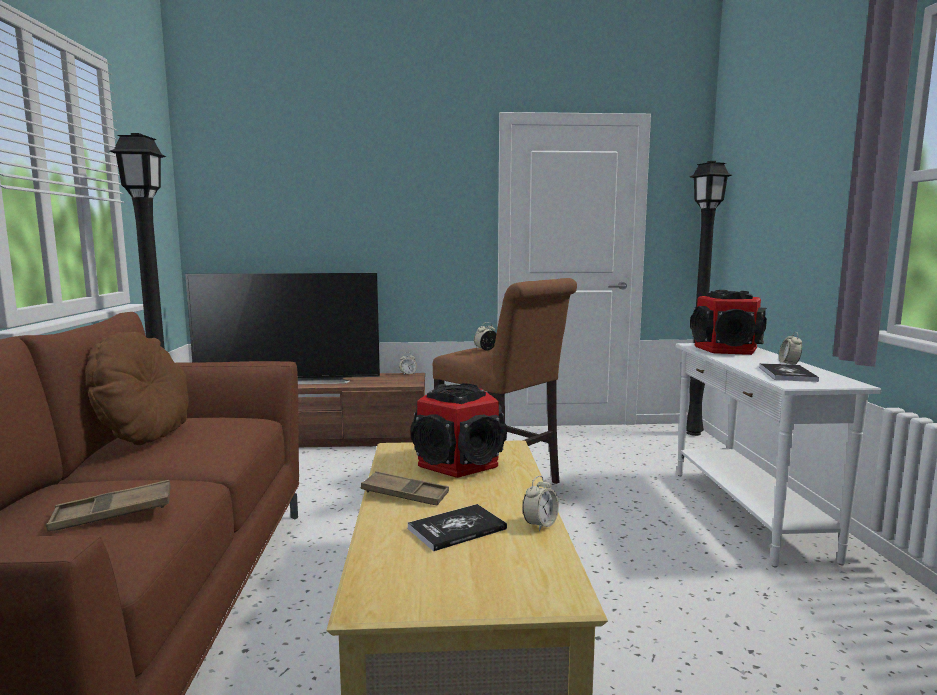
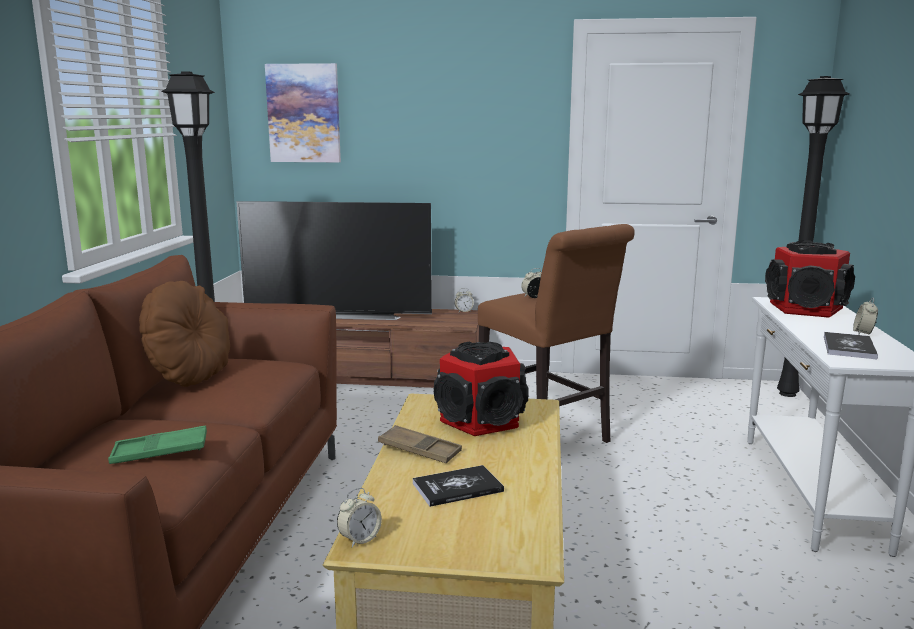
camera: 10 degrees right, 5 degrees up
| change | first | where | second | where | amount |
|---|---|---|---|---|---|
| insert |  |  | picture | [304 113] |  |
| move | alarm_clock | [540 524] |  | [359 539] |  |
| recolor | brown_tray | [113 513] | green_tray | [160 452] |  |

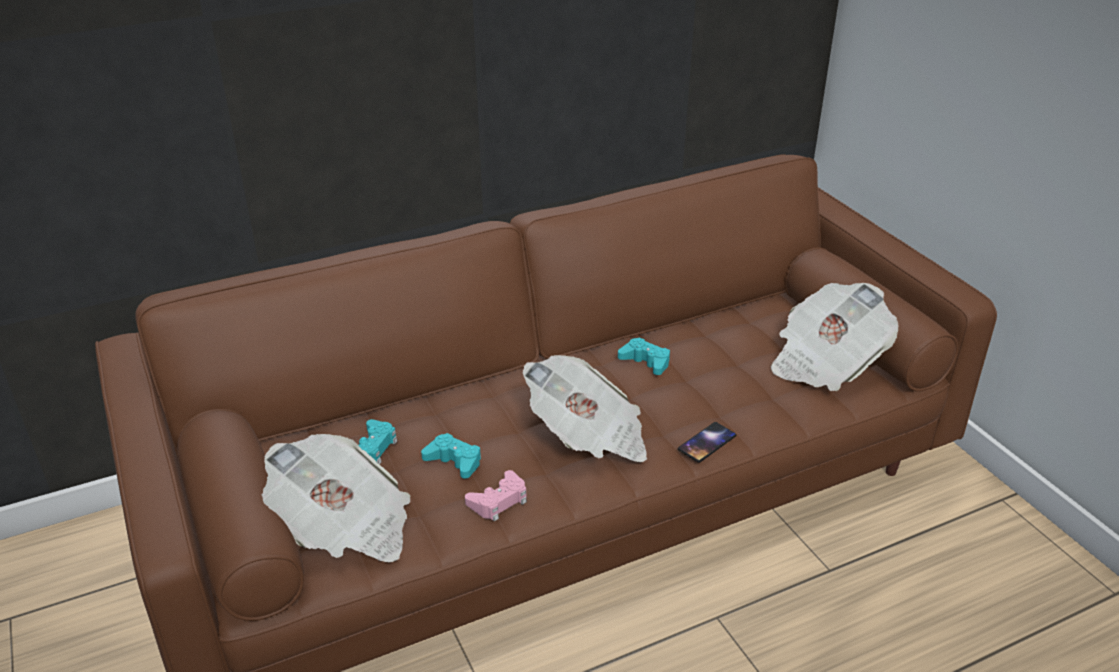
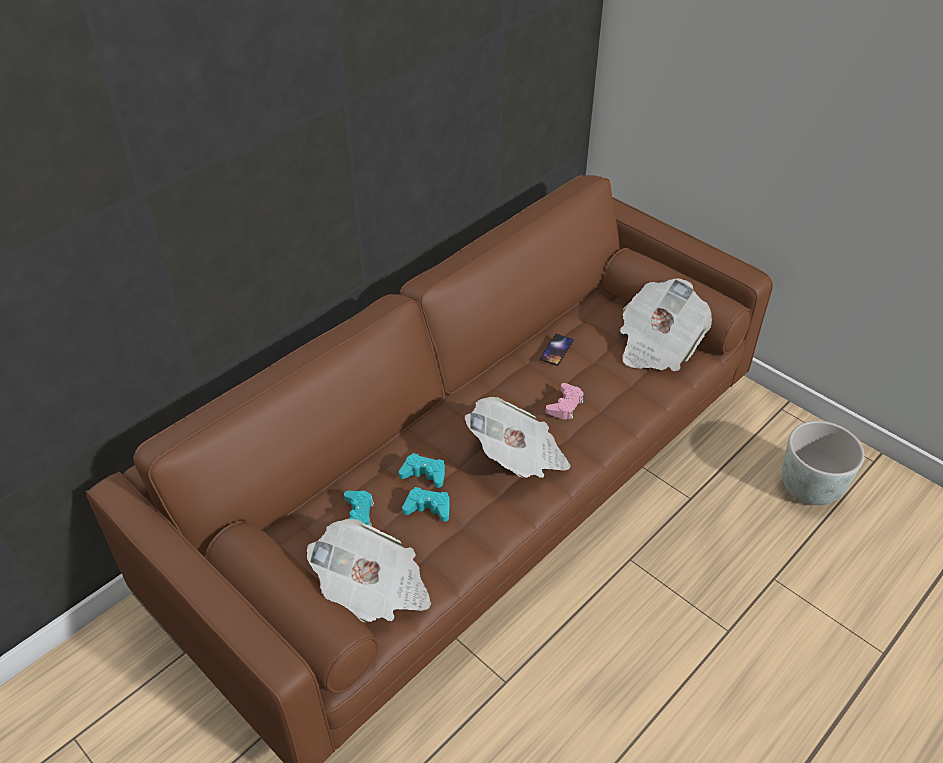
camera: 20 degrees left, 10 degrees up
| change | first | where | second | where | amount |
|---|---|---|---|---|---|
| insert |  |  | grey_planter | [810 488] |  |
| move | pink_game_controller | [499 501] |  | [565 405] |  |
| move | turquoise_game_controller | [645 361] |  | [424 474] |  |
| move | phone | [707 442] |  | [556 350] |  |

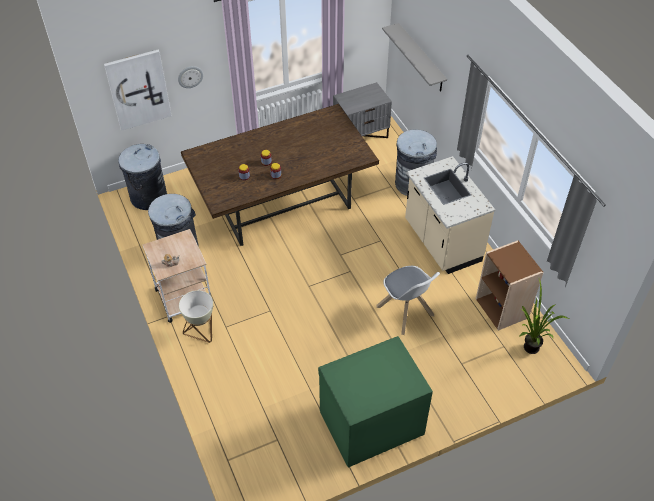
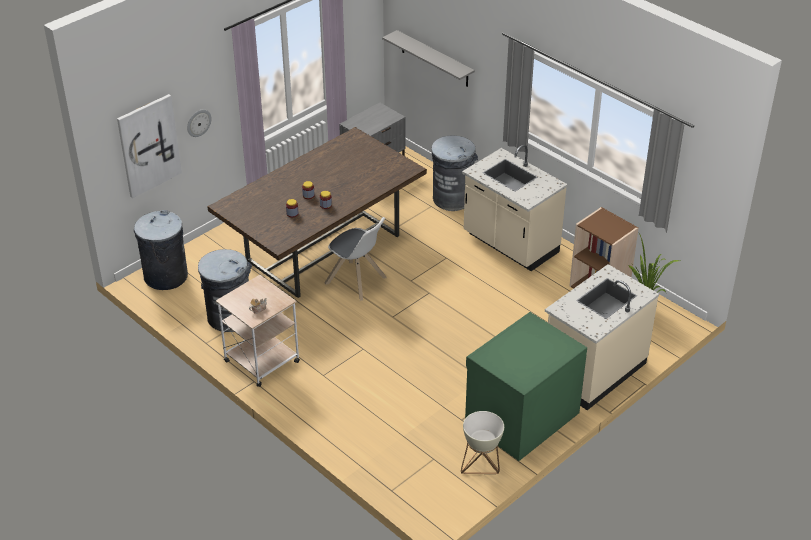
camera: 20 degrees left, 10 degrees down
| change | first | where | second | where | amount |
|---|---|---|---|---|---|
| insert |  |  | beige_counter | [593 371] |  |
| move | planter | [201 332] |  | [481 465] |  |
| move | chair | [406 312] |  | [357 281] |  |

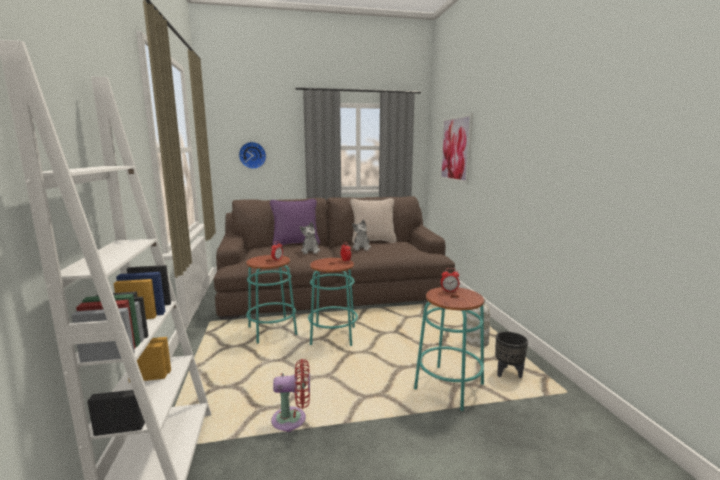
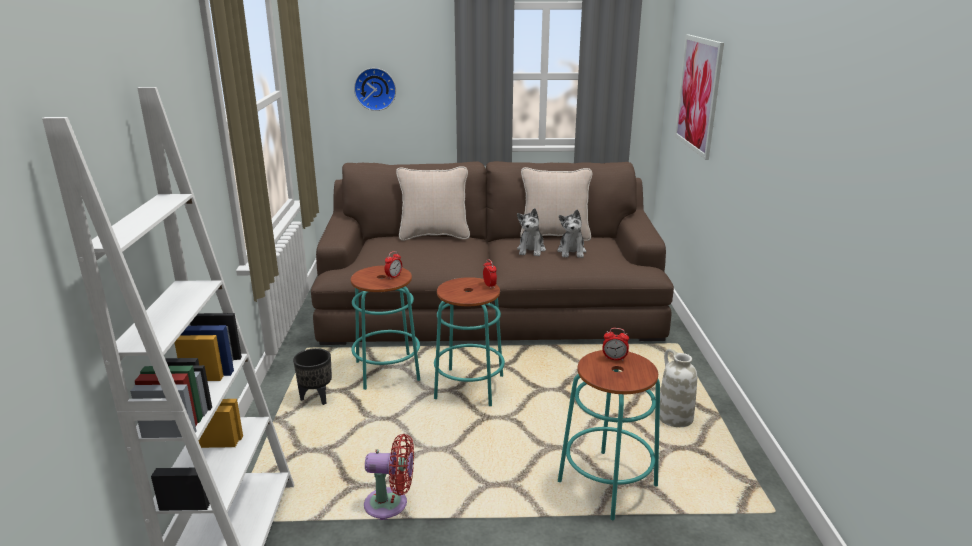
camera: 10 degrees right, 10 degrees up
| change | first | where | second | where | amount |
|---|---|---|---|---|---|
| move | plush_toy | [310 251] |  | [571 252] |  |
| move | black_planter | [508 374] |  | [316 399] |  |
| recolor | purple_pillow | [295 244] | beige_pillow | [434 235] |  |

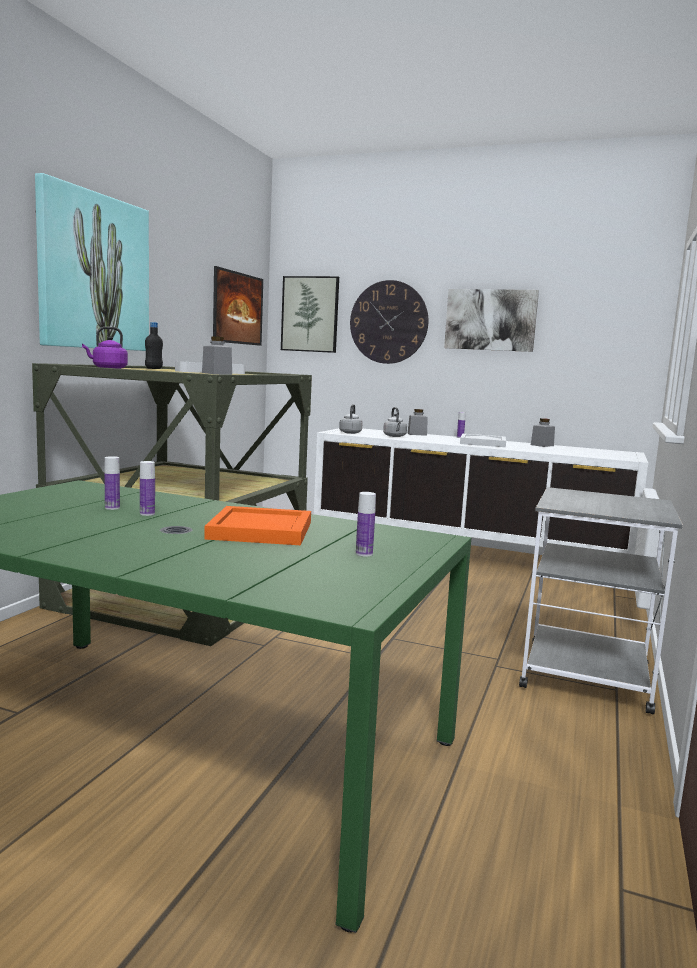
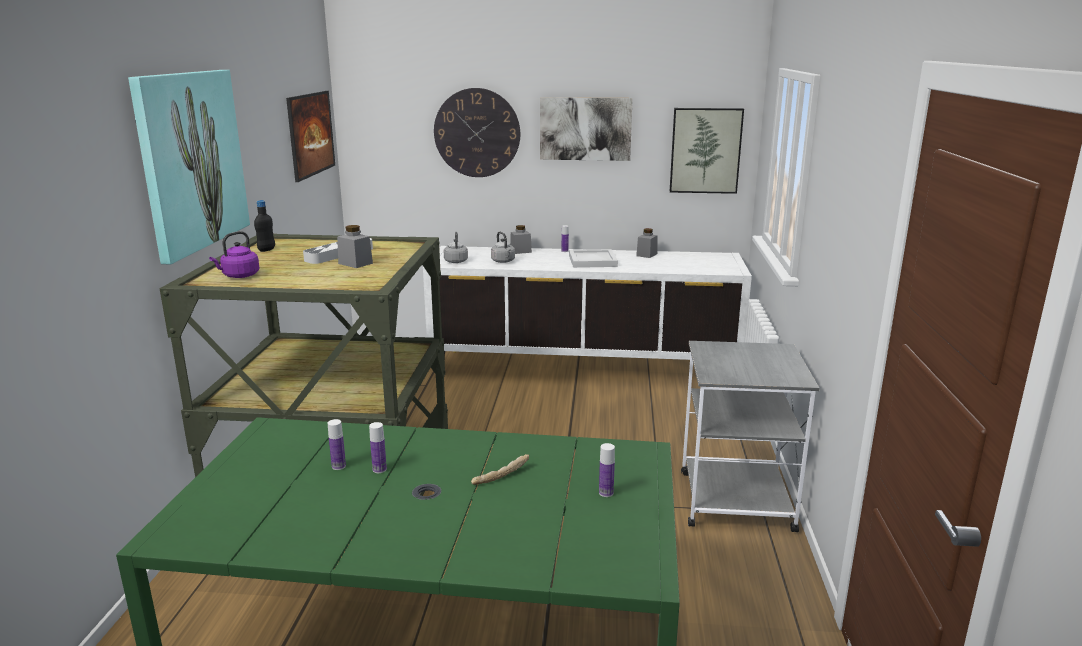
camera: 15 degrees left, 10 degrees up
| change | first | where | second | where | amount |
|---|---|---|---|---|---|
| move | picture | [310 314] |  | [705 150] |  |
| replace | orange_tray | [262 531] | bread | [500 475] |  |

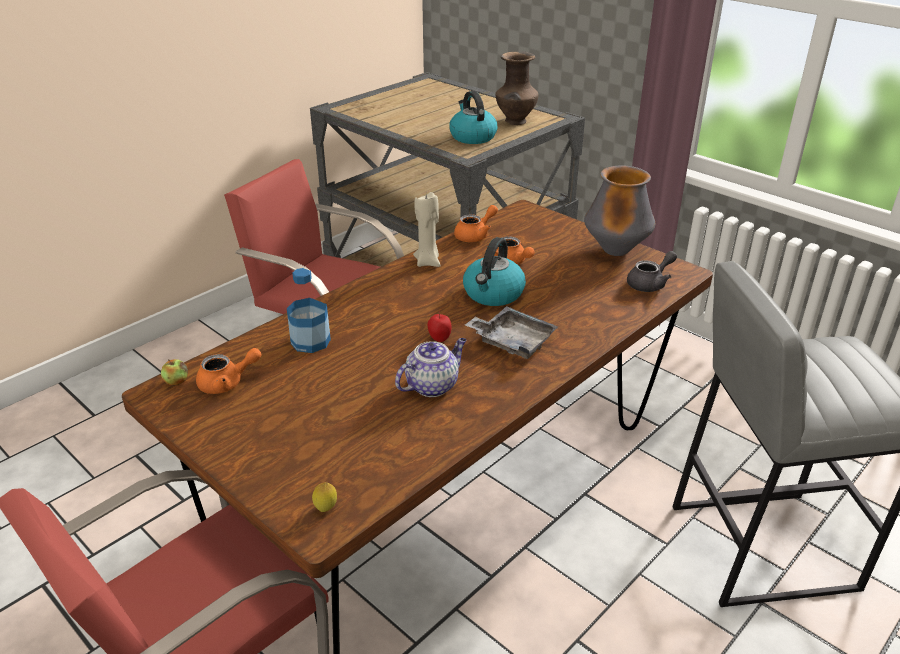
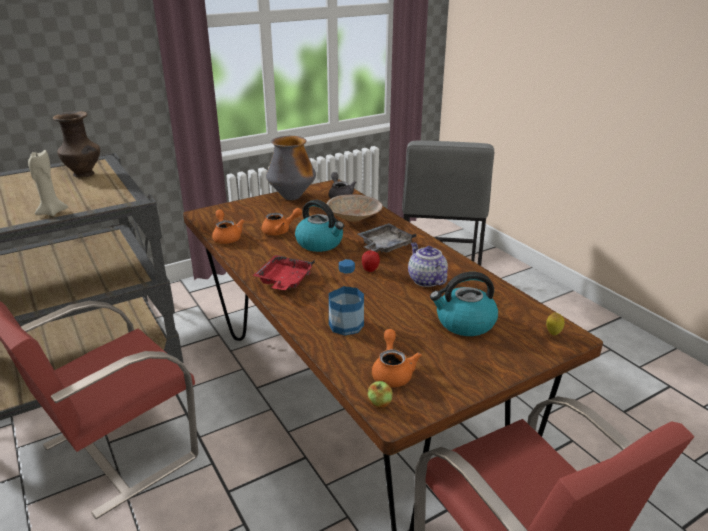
camera: 75 degrees left, 5 degrees down
| change | first | where | second | where | amount |
|---|---|---|---|---|---|
| insert |  |  | red_tray | [284 281] |  |
| insert |  |  | beige_bowl | [354 219] |  |
| move | beige_candle | [428 262] |  | [51 212] |  |
| move | kettle | [472 137] |  | [464 323] |  |

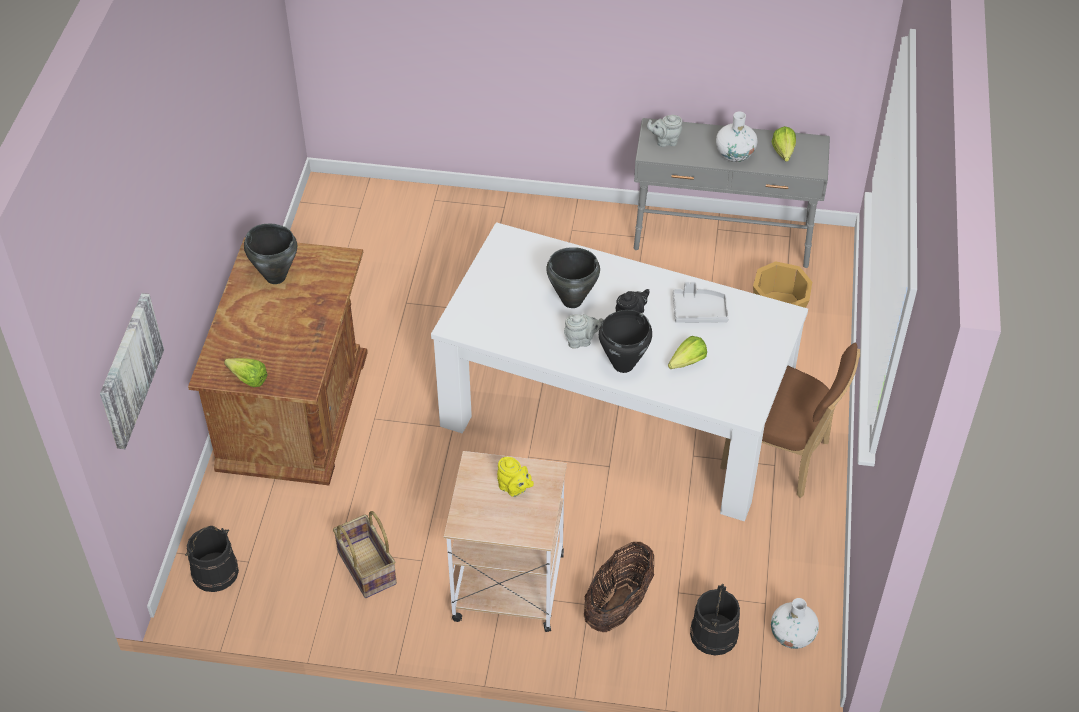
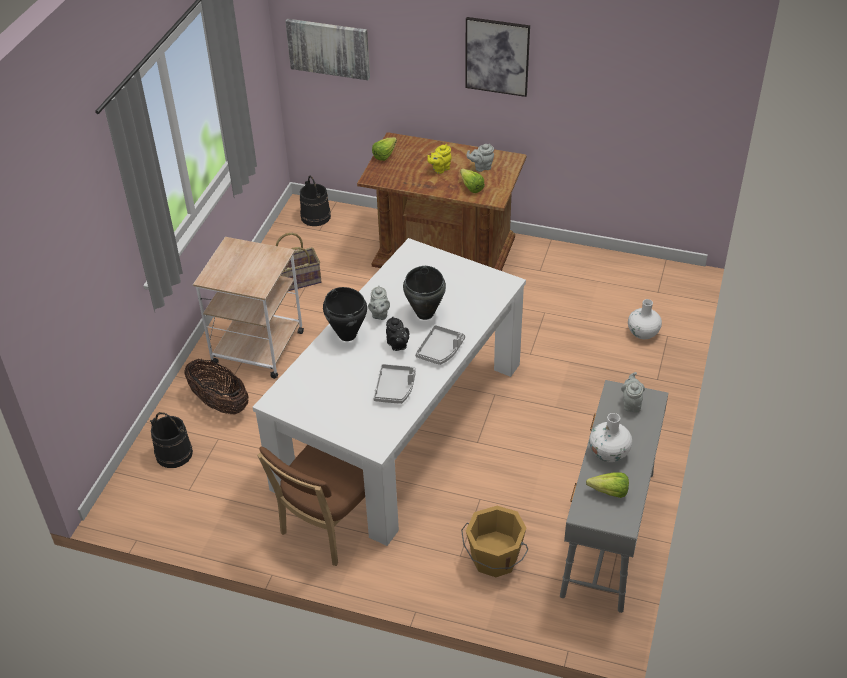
camera: 100 degrees right, 5 degrees down
| change | first | where | second | where | amount |
|---|---|---|---|---|---|
| insert |  |  | grey_tray | [440 350] |  |
| insert |  |  | picture | [497 56] |  |
| move | yellow_teapot | [514 488] |  | [440 169] |  |
| move | lettuce | [684 364] |  | [470 186] |  |
| move | white_vase | [792 635] |  | [643 333] |  |
| replace | black_cooking_pot | [275 276] | grey_teapot | [481 167] |  |

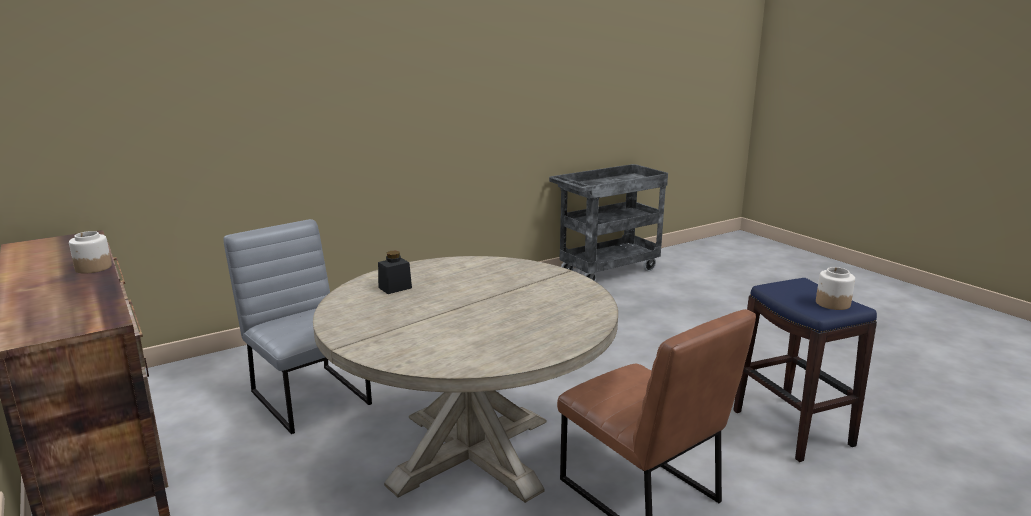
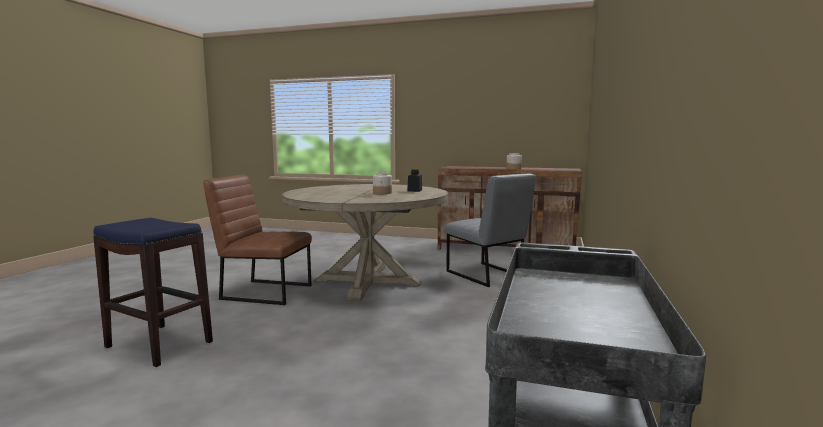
camera: 140 degrees right, 10 degrees down
| change | first | where | second | where | amount |
|---|---|---|---|---|---|
| move | jar | [832 303] |  | [382 193] |  |
| rotate | grey_chair | [309 395] |  | [486 275] | 45 degrees clockwise |

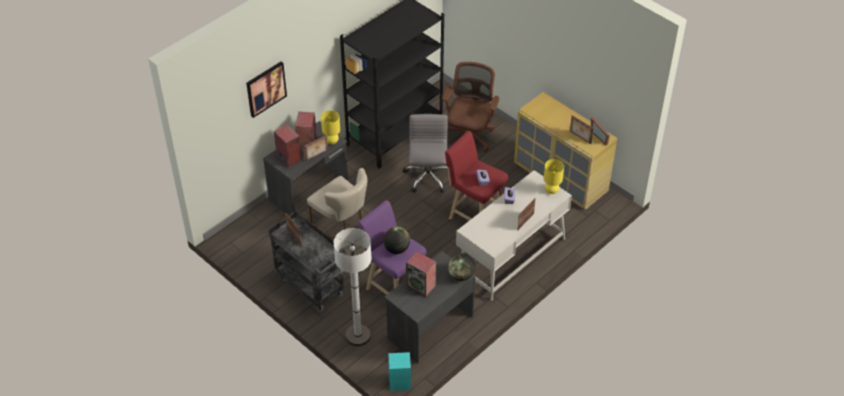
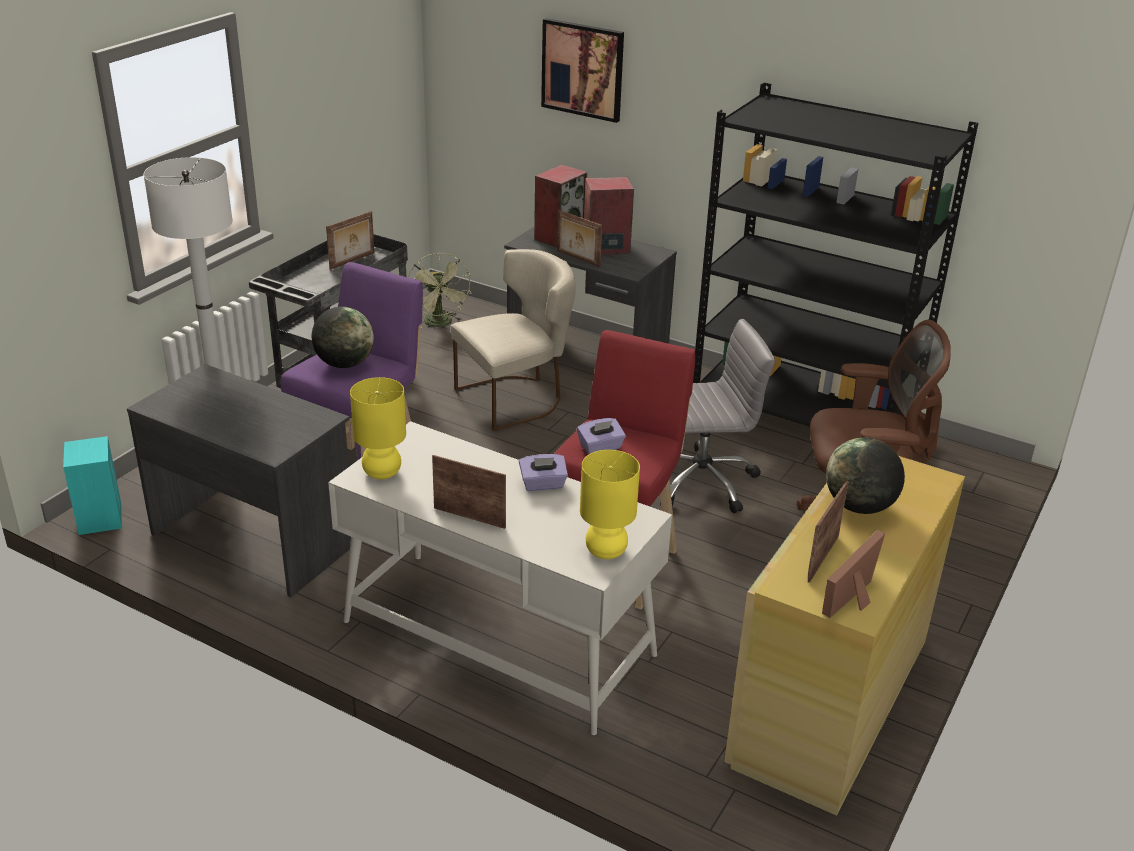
camera: 75 degrees right, 15 degrees down
| change | first | where | second | where | amount |
|---|---|---|---|---|---|
| delete | speaker | [421 285] |  |  |  |
| insert |  |  | green_fan | [440 324] |  |
| move | yellow_table_lamp | [331 141] |  | [382 472] |  |
| move | globe | [461 275] |  | [859 507] |  |
| rotate | beige_chair | [342 223] |  | [516 398] | 150 degrees counterclockwise |

